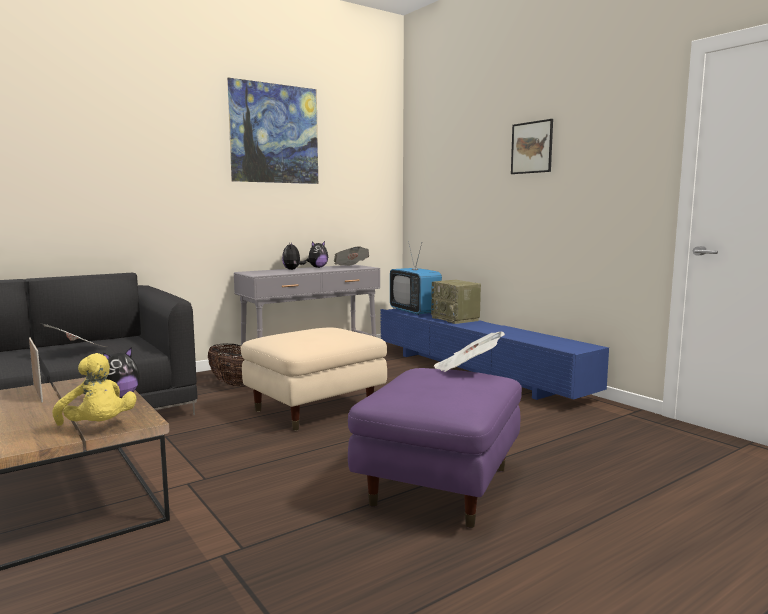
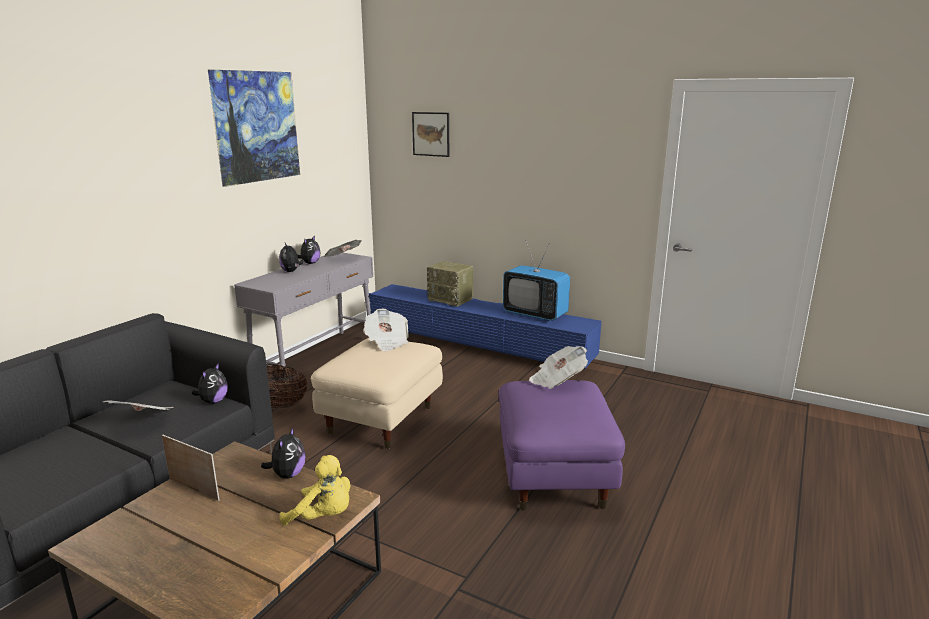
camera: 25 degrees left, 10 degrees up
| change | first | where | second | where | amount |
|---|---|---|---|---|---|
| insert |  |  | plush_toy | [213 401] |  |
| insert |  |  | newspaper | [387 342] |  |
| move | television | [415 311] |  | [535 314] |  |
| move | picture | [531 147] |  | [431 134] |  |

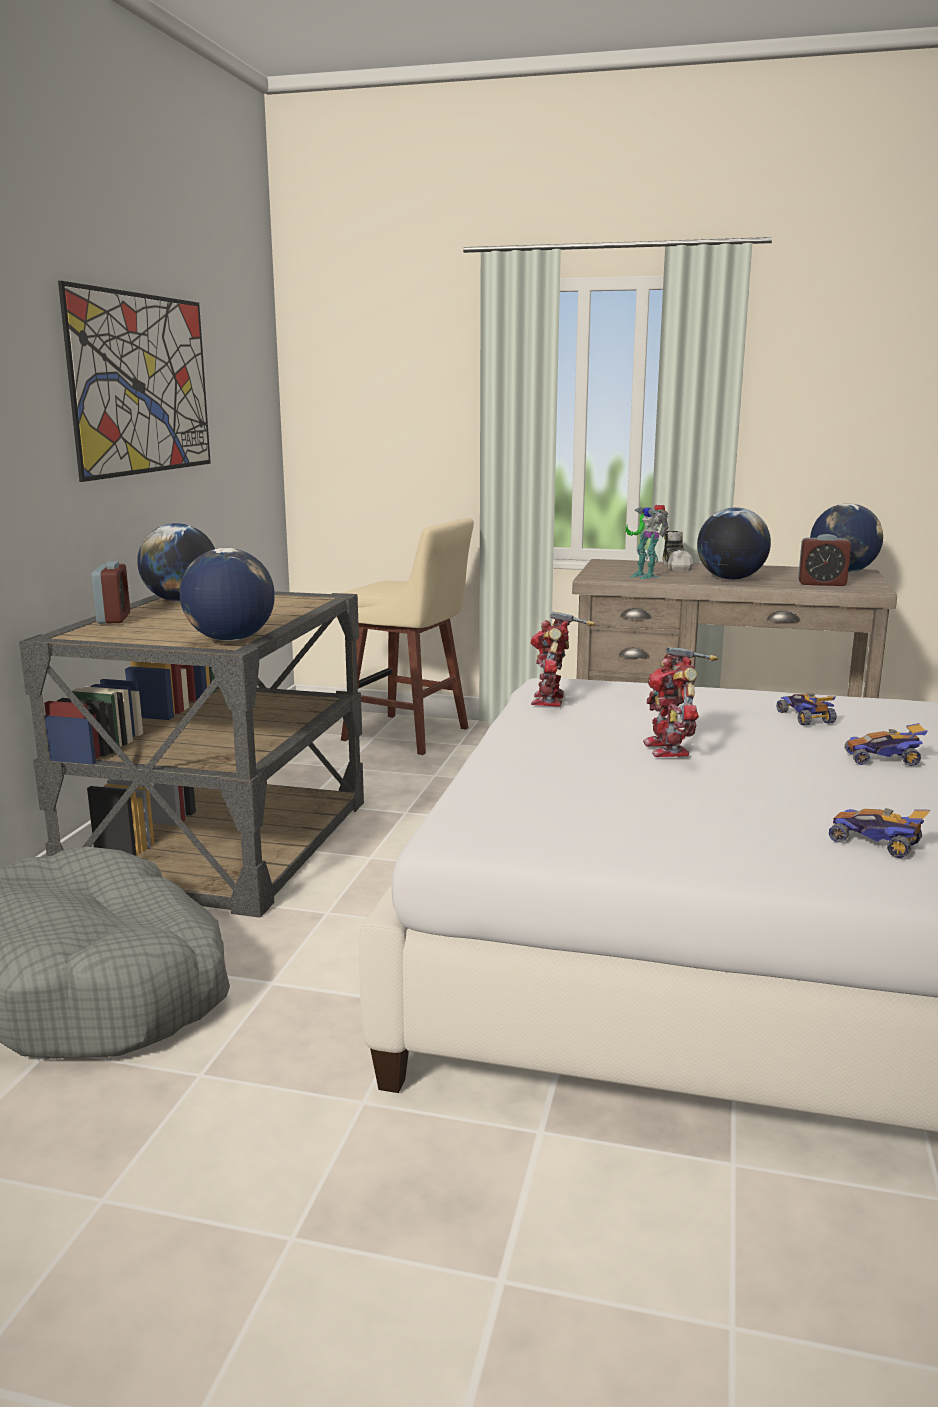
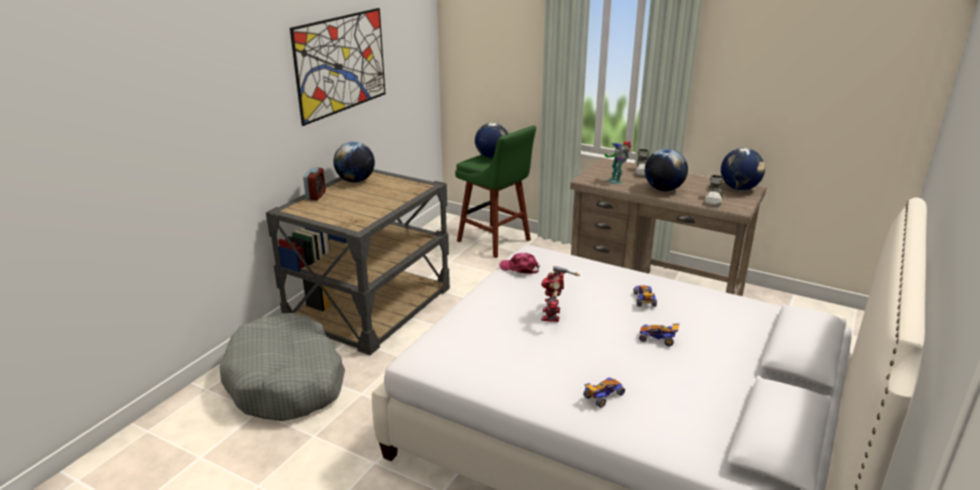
camera: 15 degrees right, 10 degrees up
| change | first | where | second | where | amount |
|---|---|---|---|---|---|
| move | globe | [230 639] |  | [491 156] |  |
| replace | toy_robot | [552 700] | pink_cap | [519 268] |  |
| replace | alarm_clock | [822 583] | shoe | [714 200] |  |
| recolor | beige_stool | [408 735] | green_stool | [495 241] |  |
| rotate | toy_car | [877 843] |  | [603 397] | 90 degrees clockwise |

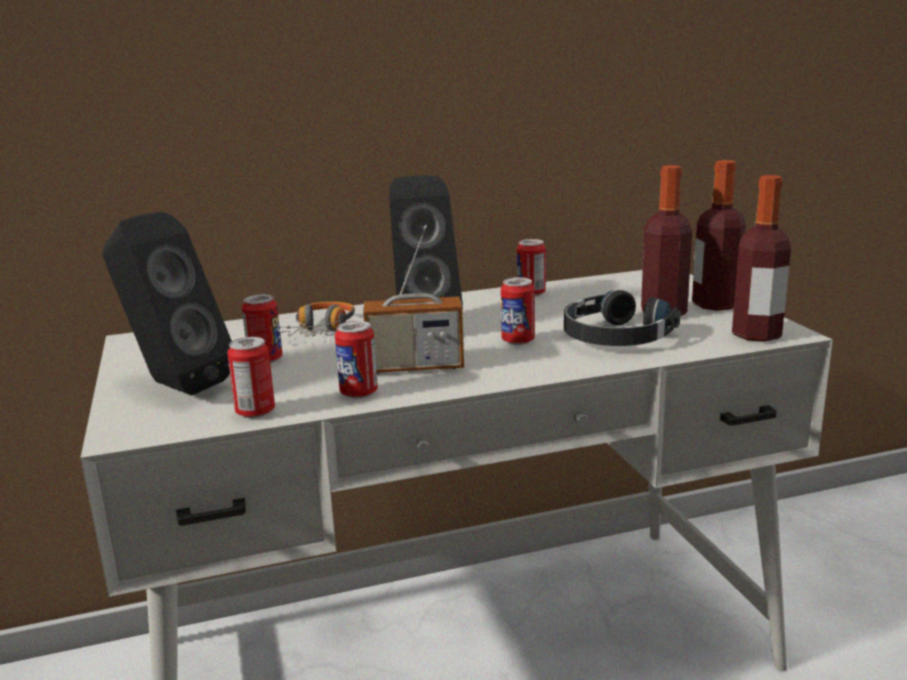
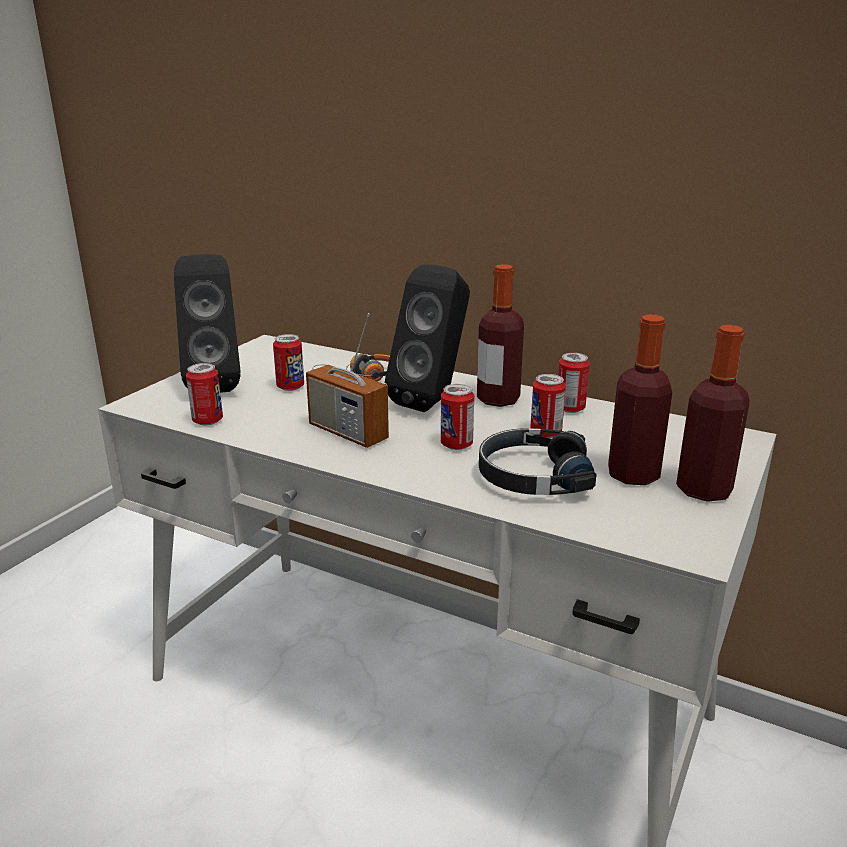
camera: 45 degrees right, 5 degrees up
| change | first | where | second | where | amount |
|---|---|---|---|---|---|
| move | can | [359 393] |  | [545 433] |  |
| move | bottle | [756 334] |  | [498 399] |  |

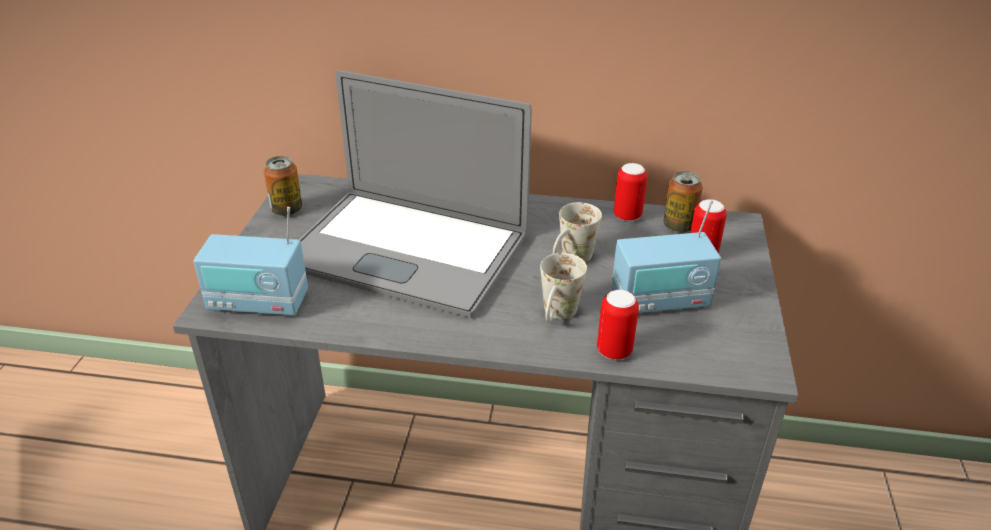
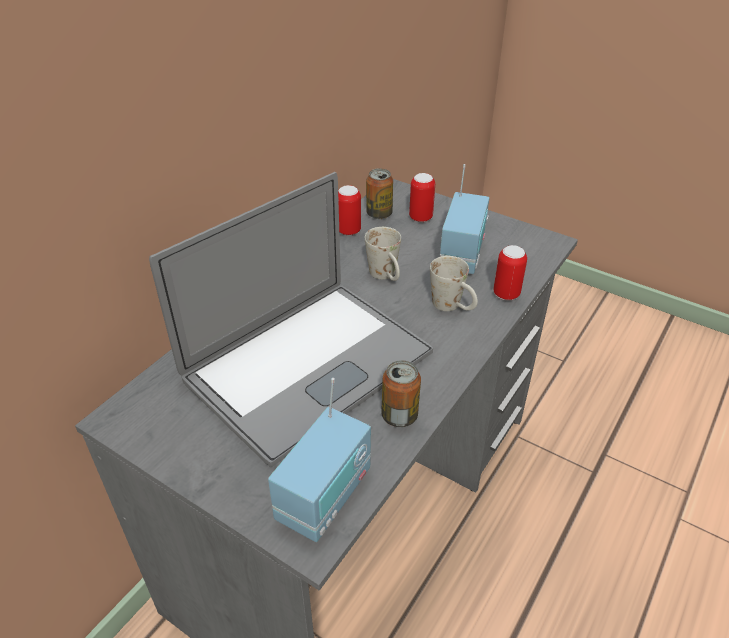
camera: 65 degrees left, 5 degrees up
| change | first | where | second | where | amount |
|---|---|---|---|---|---|
| move | can | [287 210] |  | [399 416] |  |

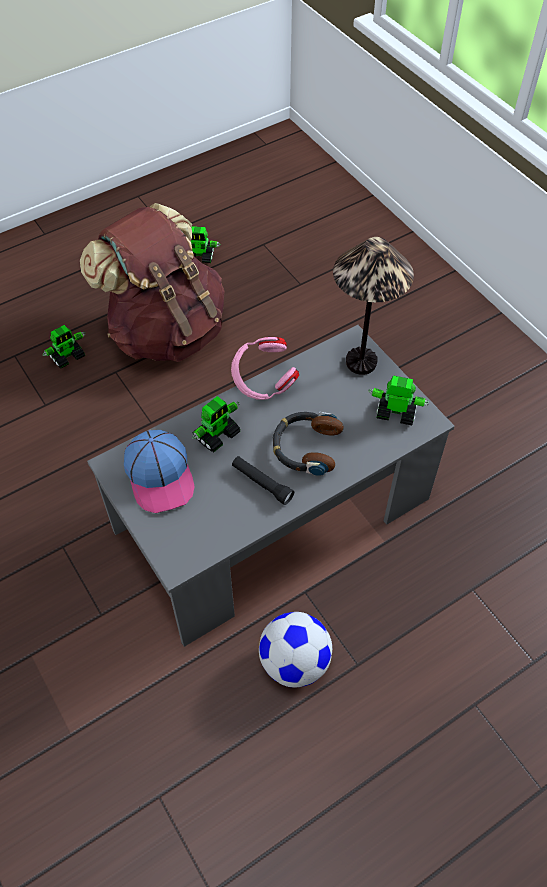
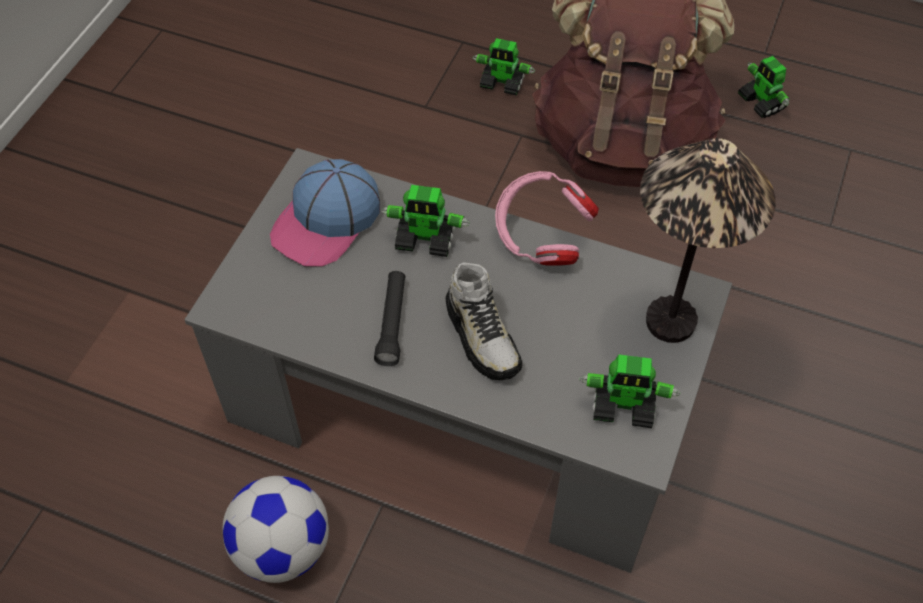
camera: 55 degrees right, 0 degrees up
| change | first | where | second | where | amount |
|---|---|---|---|---|---|
| replace | headphones | [305 447] | shoe | [482 337] |  |
| rotate | toy_robot | [395 412] |  | [624 406] | 120 degrees clockwise |

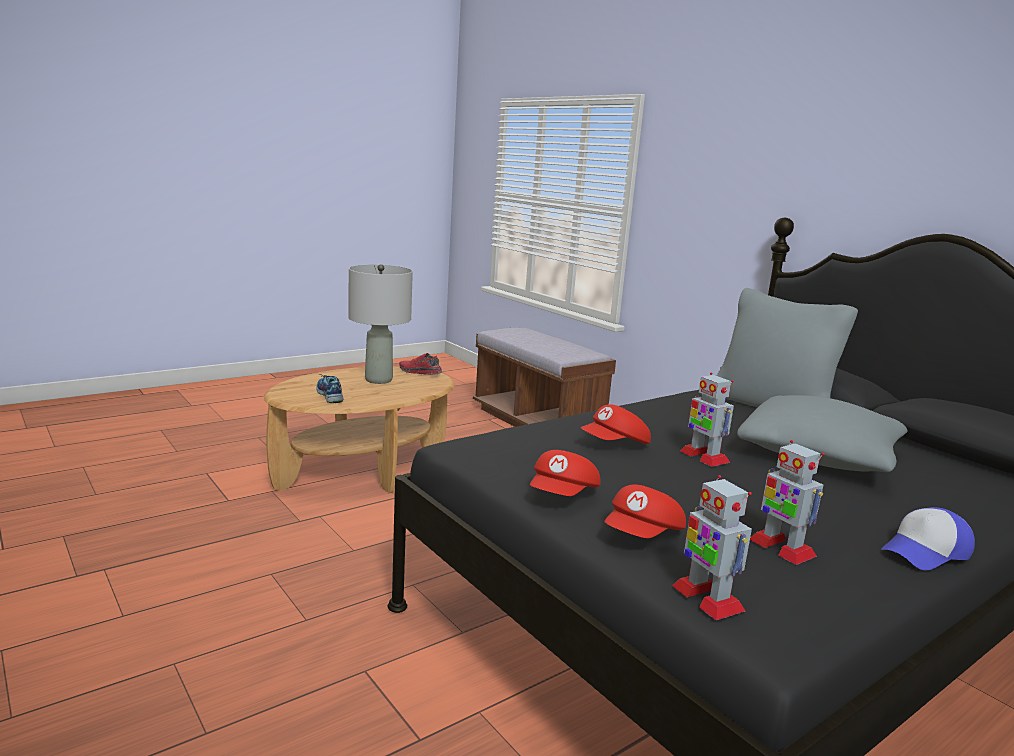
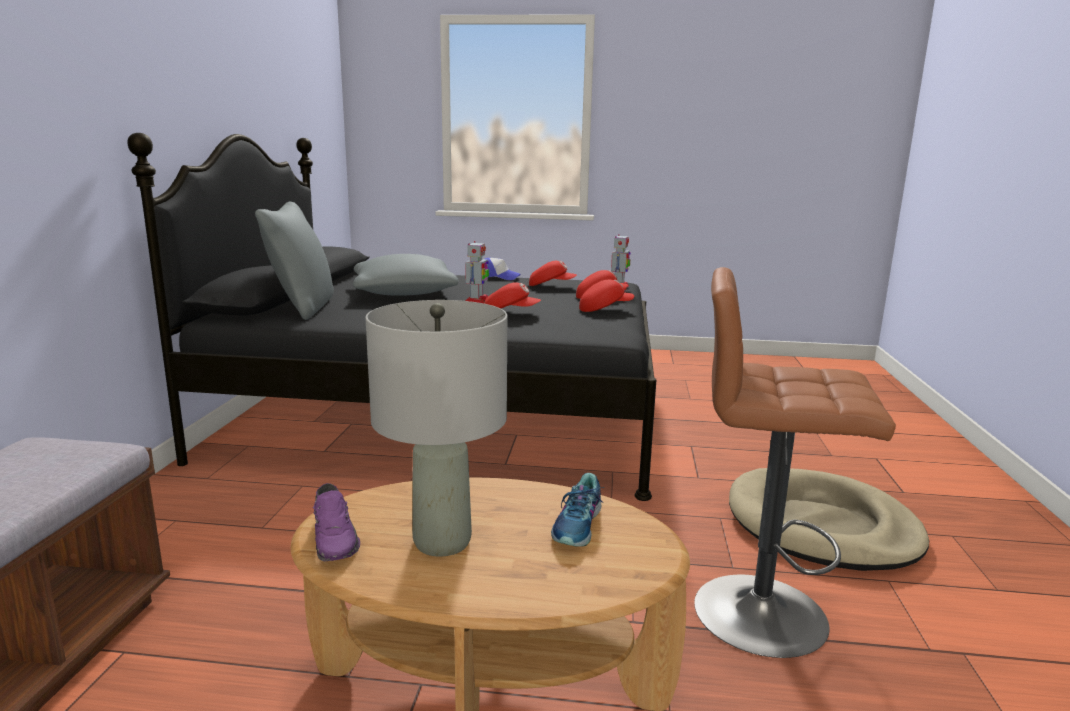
camera: 135 degrees left, 0 degrees up
| change | first | where | second | where | amount |
|---|---|---|---|---|---|
| insert |  |  | brown_stool | [758 613] |  |
| insert |  |  | beige_dog_bed | [821 526] |  |
| replace | toy_robot | [781 547] | red_cap | [551 286] |  |
| recolor | red_shoe | [419 372] | purple_shoe | [336 539] |  |

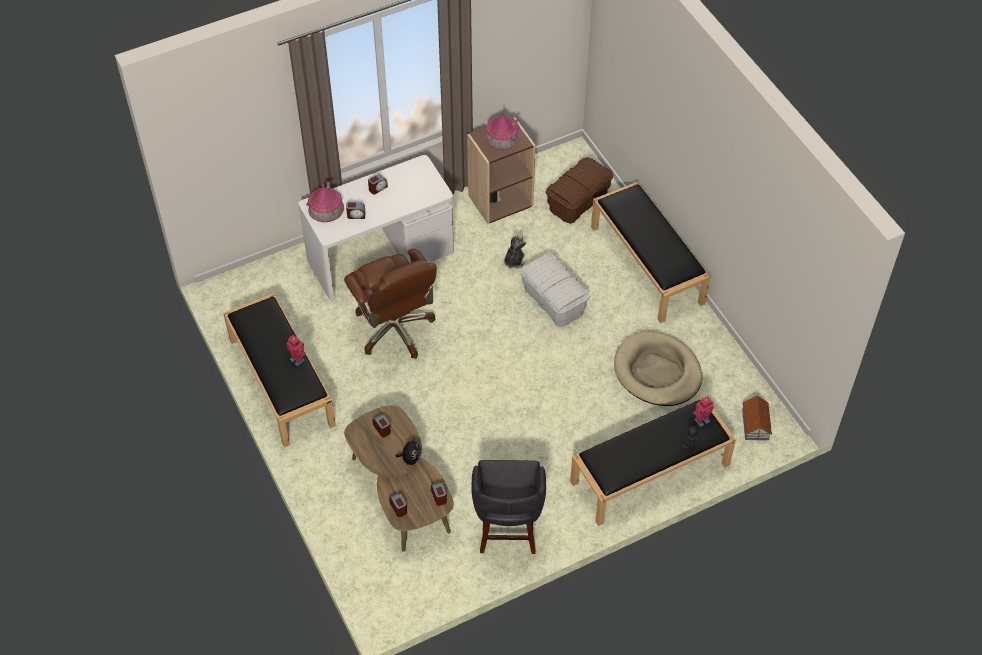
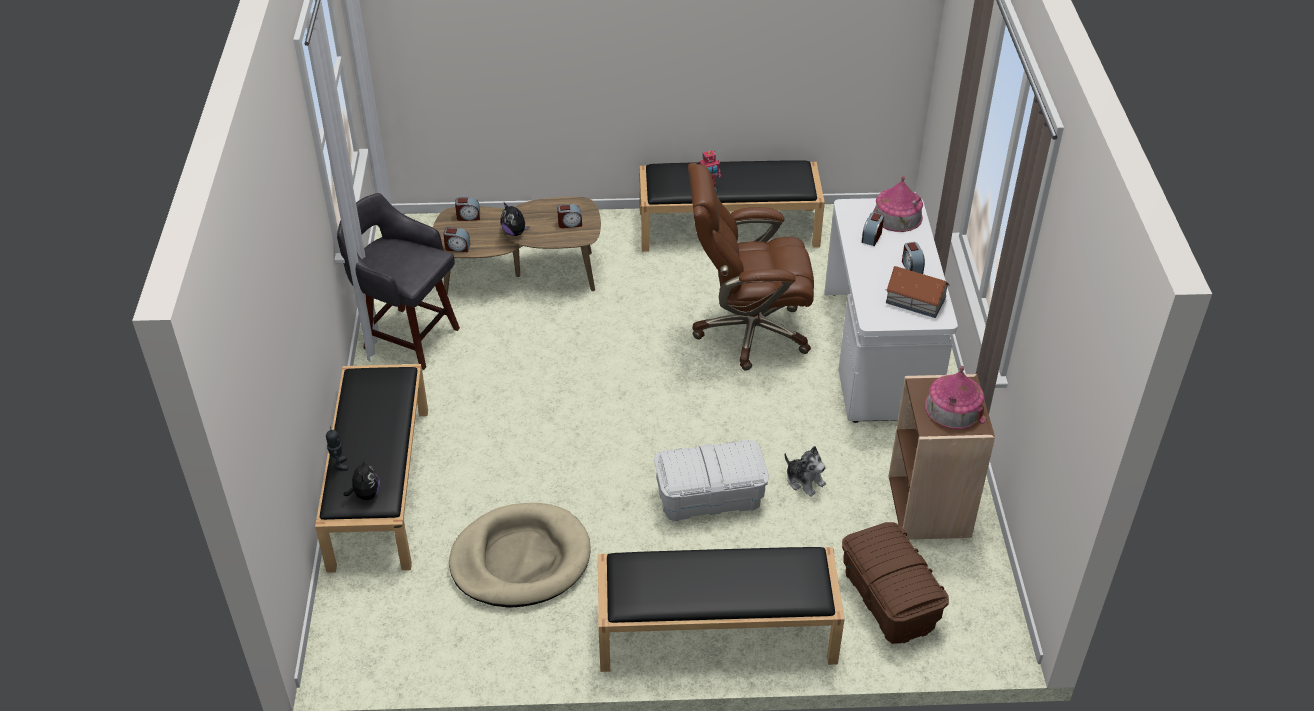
camera: 115 degrees right, 10 degrees down
| change | first | where | second | where | amount |
|---|---|---|---|---|---|
| move | toy_house | [755 424] |  | [916 300] |  |
| replace | toy_robot | [701 420] | plush_toy | [366 494] |  |

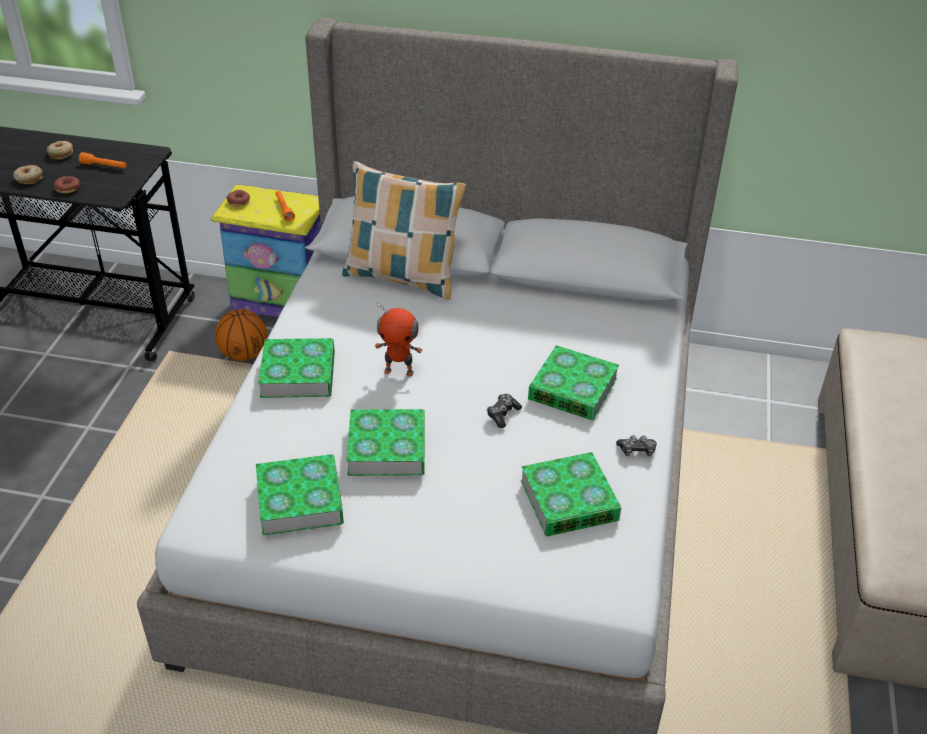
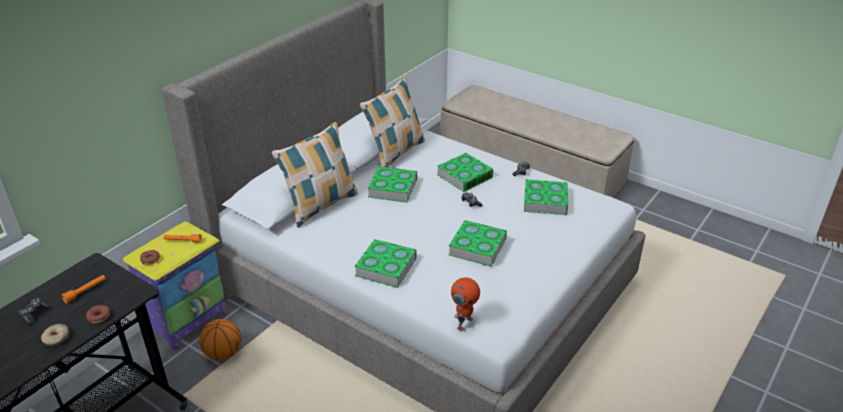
camera: 65 degrees left, 5 degrees down
| change | first | where | second | where | amount |
|---|---|---|---|---|---|
| insert |  |  | pillow | [395 153] |  |
| move | book | [300 500] |  | [392 188] |  |
| move | toy_robot | [399 370] |  | [463 323] |  |
| replace | donut | [61 154] | game_controller | [35 314] |  |

